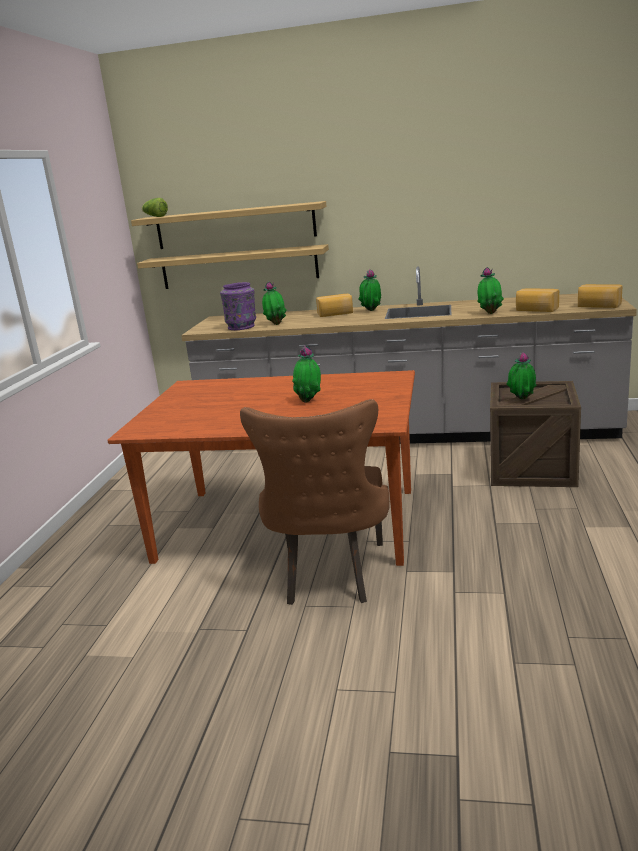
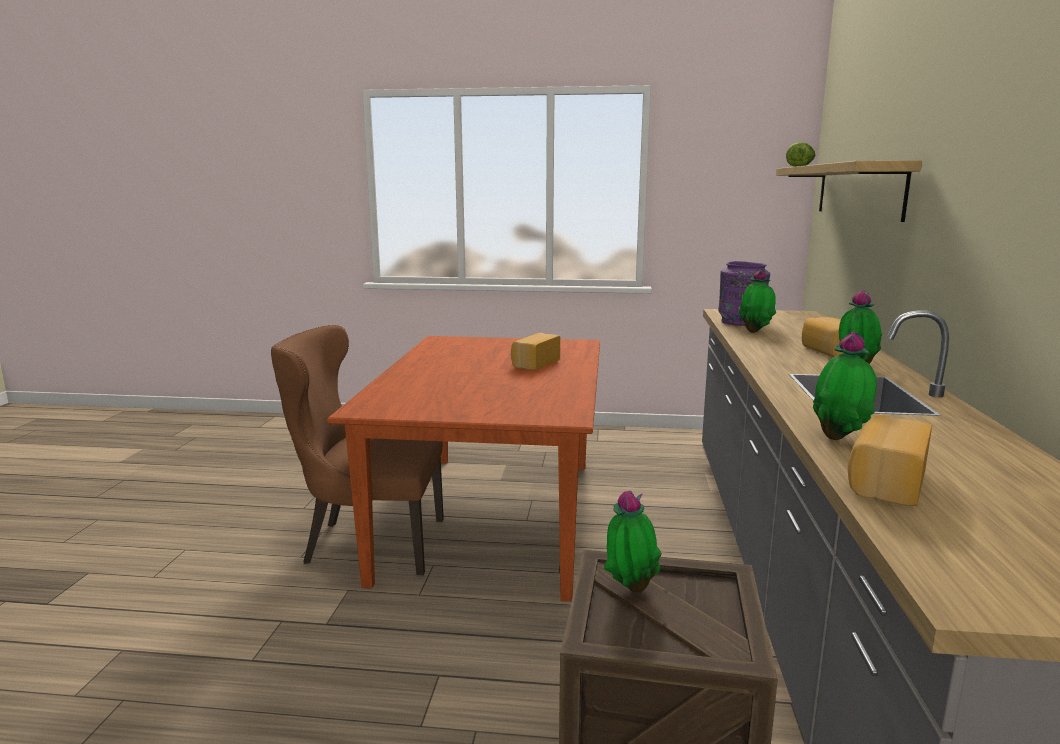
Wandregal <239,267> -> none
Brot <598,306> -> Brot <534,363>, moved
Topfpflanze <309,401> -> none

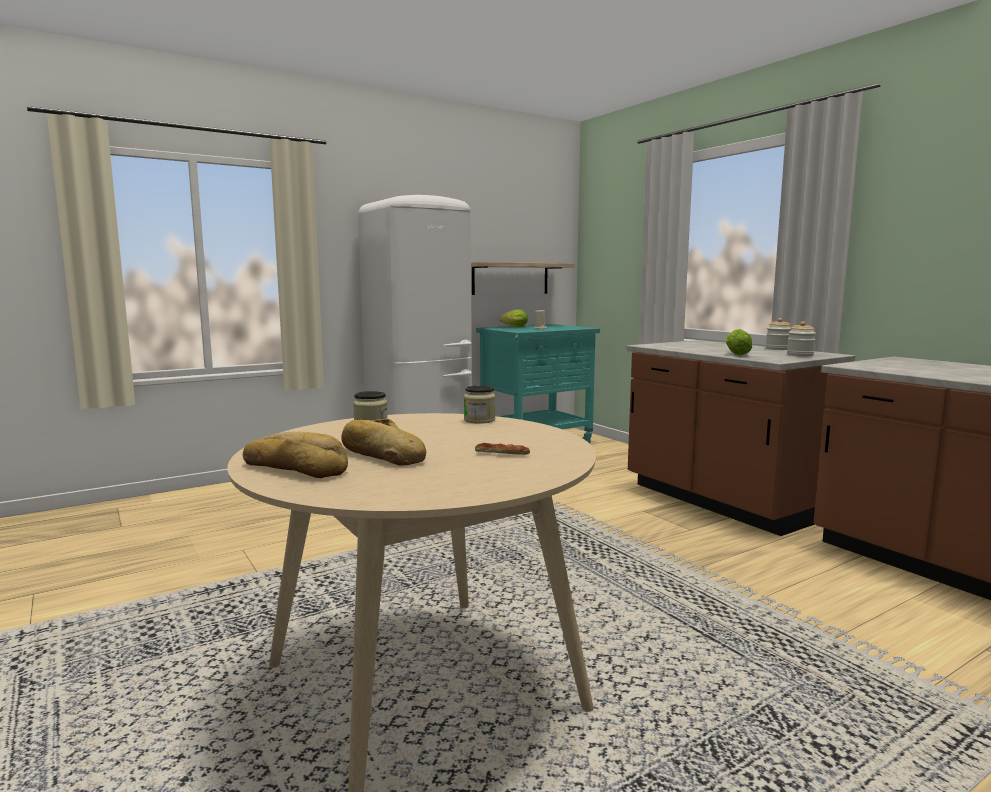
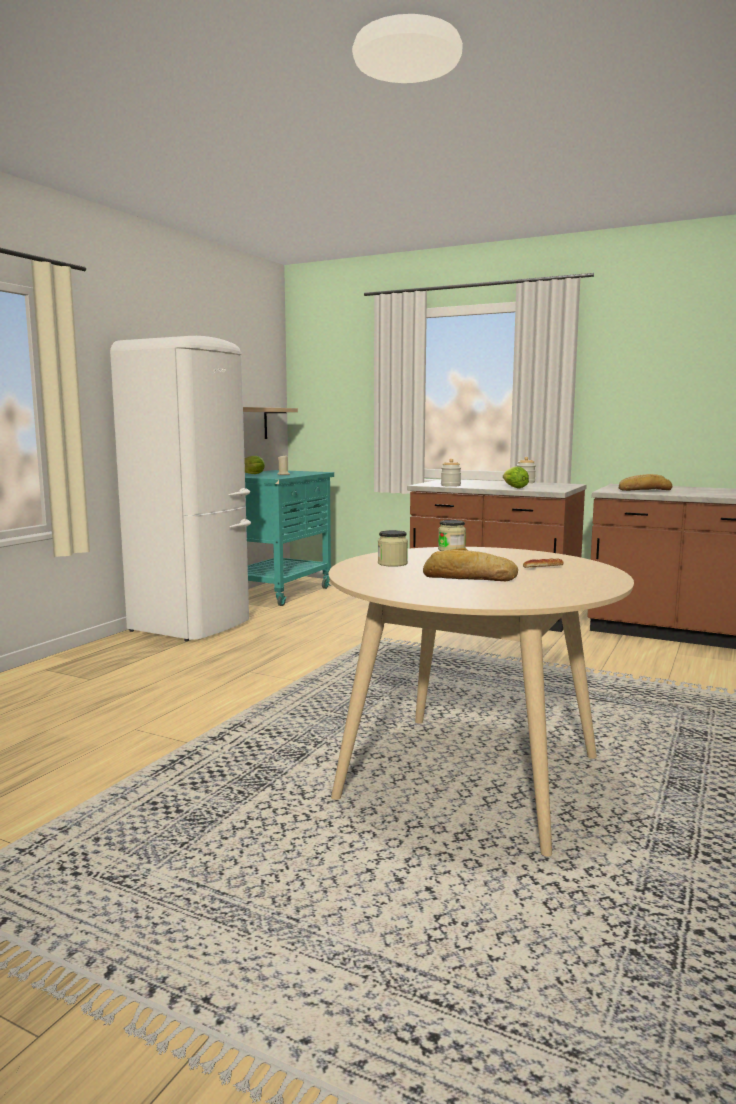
Vorratsglas <800,355> -> Vorratsglas <450,485>, moved
Brot <296,468> -> Brot <644,490>, moved

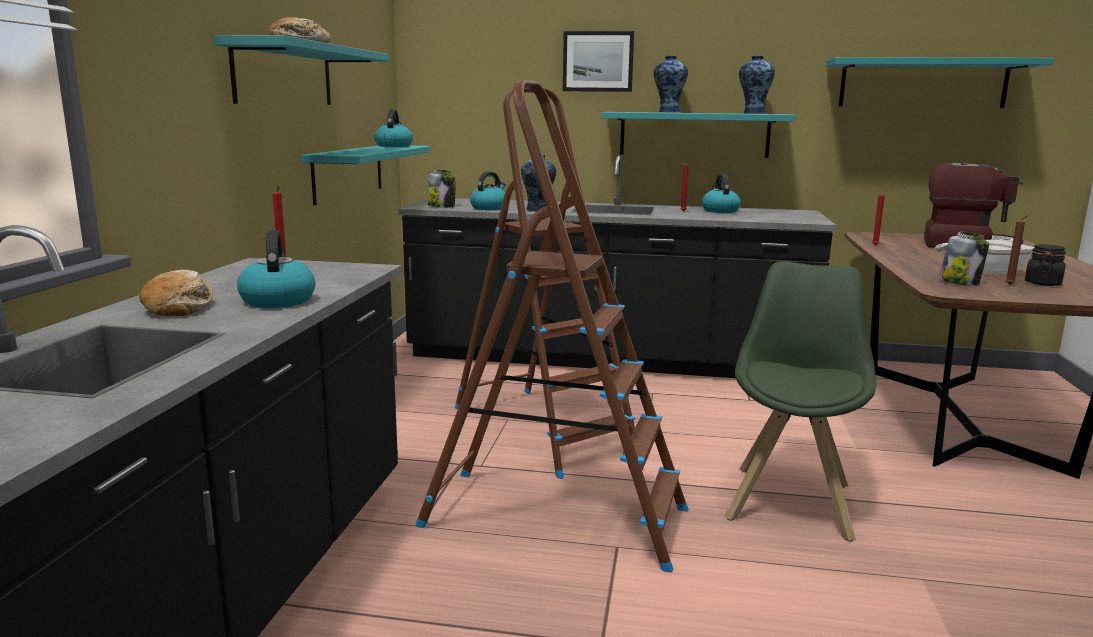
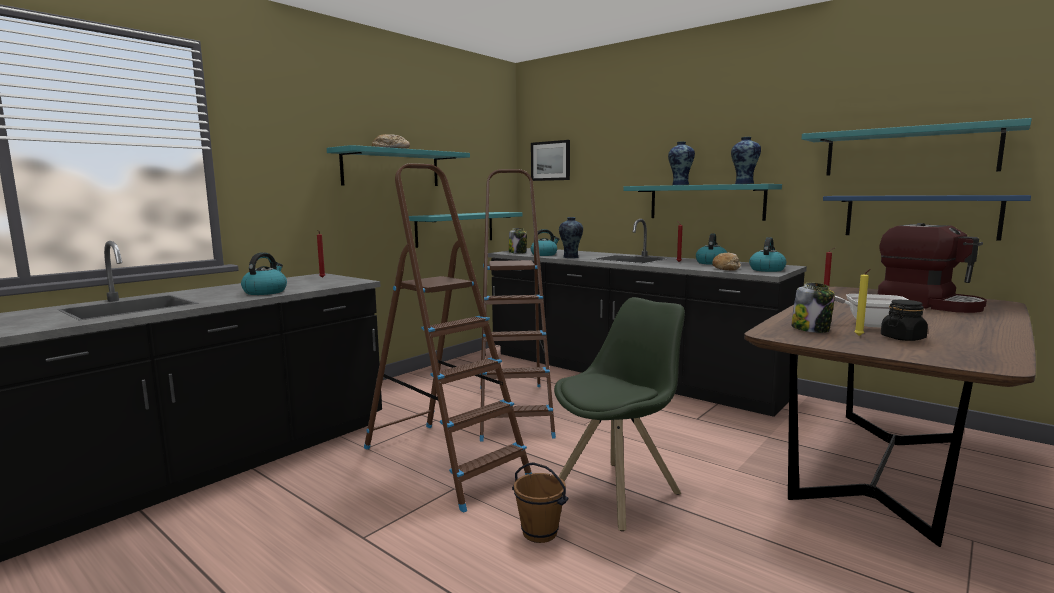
Bild <598,61> -> Bild <550,161>, moved
Wasserkessel <394,146> -> Wasserkessel <767,269>, moved
Kerze [braun] <1011,285> -> Kerze [gelb] <859,336>
Brot <180,307> -> Brot <726,268>, moved
none -> Wandregal [blau] <920,216>
none -> Eimer [braun] <539,533>

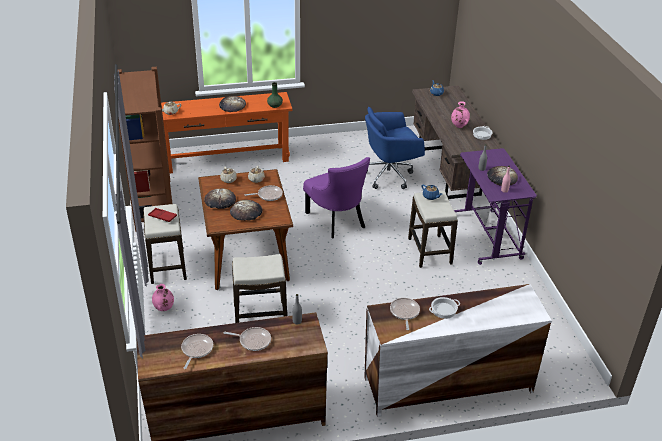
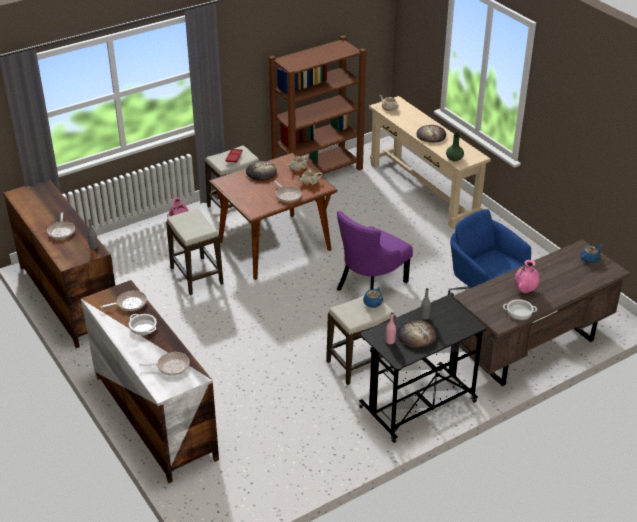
Konsolentisch [orange] <227,159> -> Konsolentisch [beige] <423,190>
Schreibtisch [lila] <486,237> -> Schreibtisch [schwarz] <417,405>
Brot <246,212> -> none
Pfanne <196,350> -> Pfanne <171,366>, moved

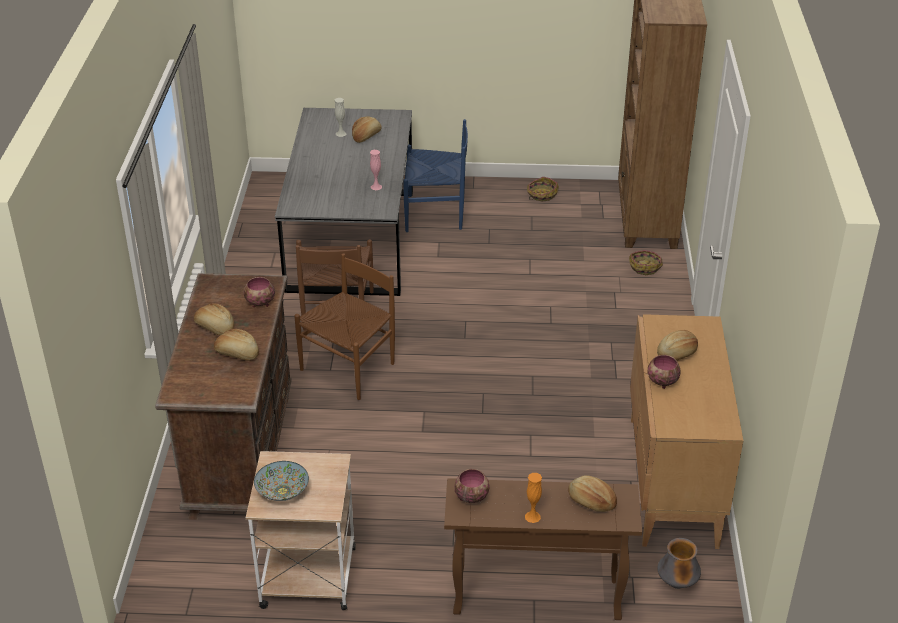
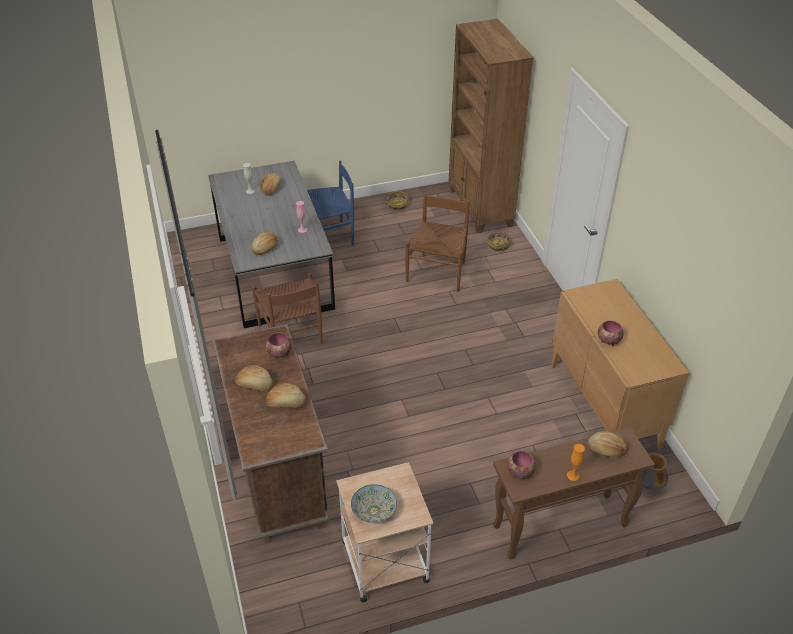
Stuhl [braun] <350,368> -> Stuhl [braun] <438,272>, moved
Brot <677,353> -> Brot <265,248>, moved

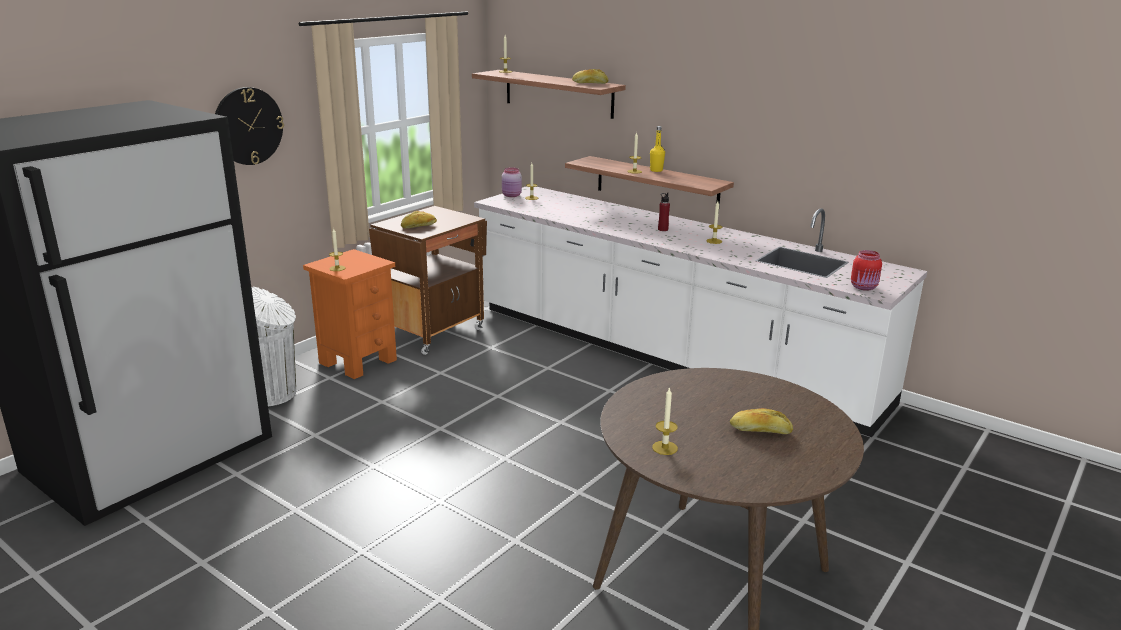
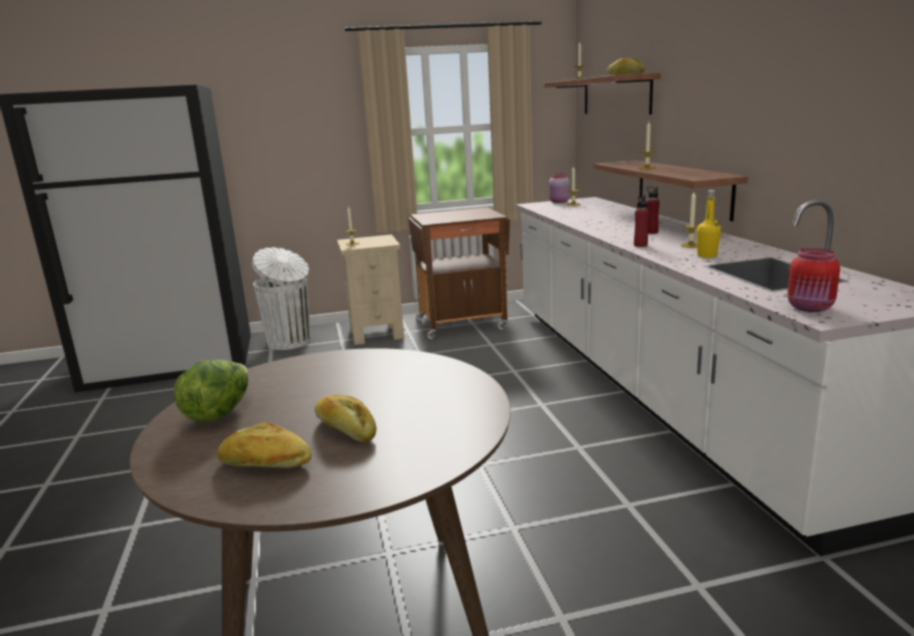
Wanduhr <248,126> -> none
Flasche [gelb] <656,170> -> Flasche [gelb] <707,256>, moved
Brot <419,226> -> Brot <265,464>, moved
Nachttisch [orange] <359,361> -> Nachttisch [beige] <377,334>
Kerze <664,448> -> Salatkopf <219,412>
none -> Flasche [rot] <640,245>

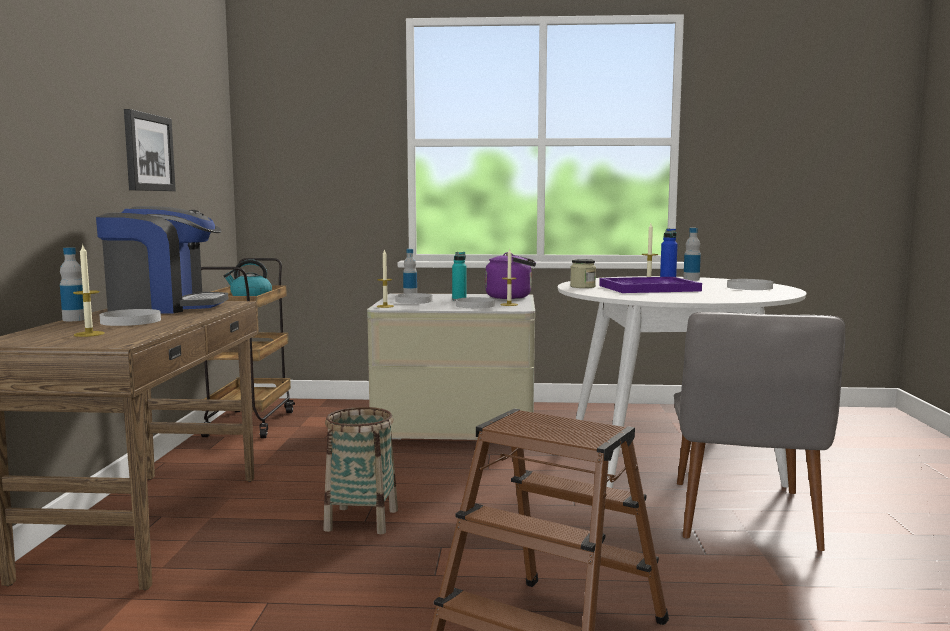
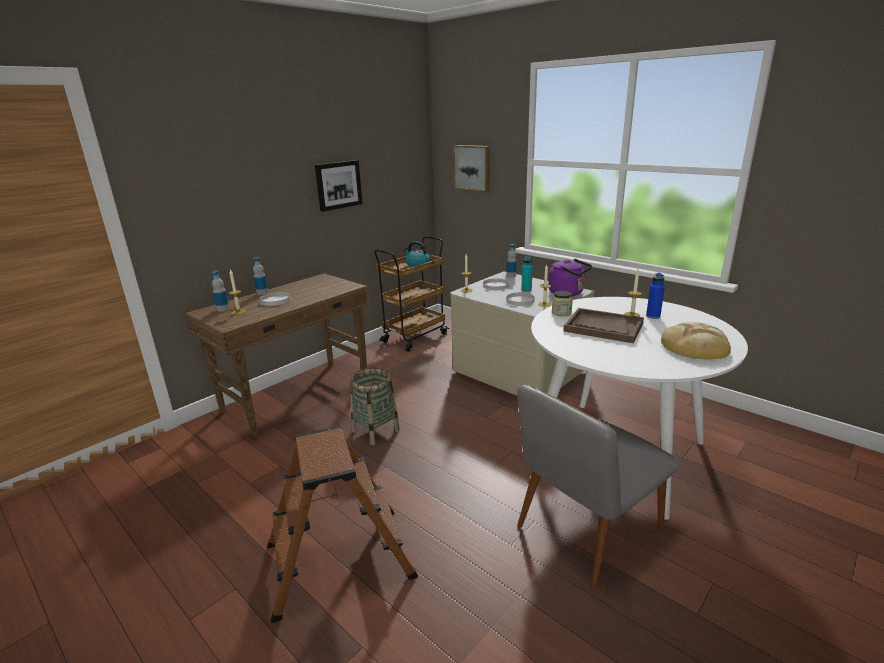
Kaffeemaschine <164,307> -> none
Flasche <691,279> -> Flasche <223,309>, moved
Tablett [lila] <648,288> -> Tablett [braun] <603,327>
Teller [weiß] <749,287> -> Brot <695,346>
none -> Bild <472,167>

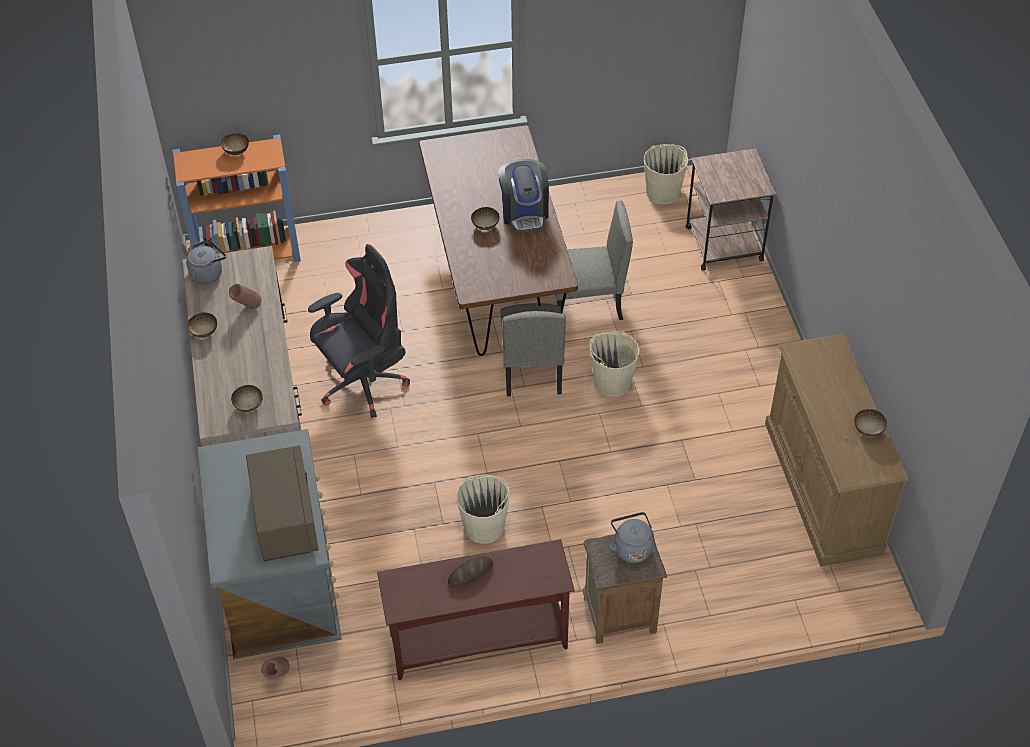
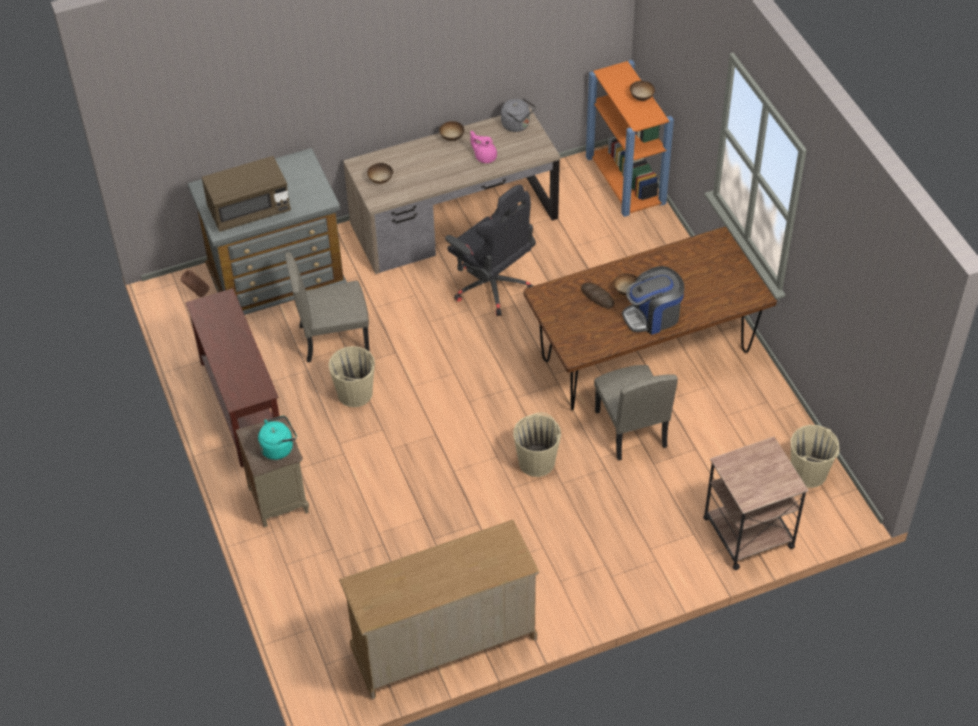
Vase [braun] <247,308> -> Teekanne [rosa] <485,157>
Stuhl [beige] <531,369> -> Stuhl [beige] <334,338>, moved
Schüssel <868,430> -> none
Wasserkessel [grau] <631,547> -> Wasserkessel [türkis] <279,447>
Brot <470,574> -> Brot <597,297>, moved

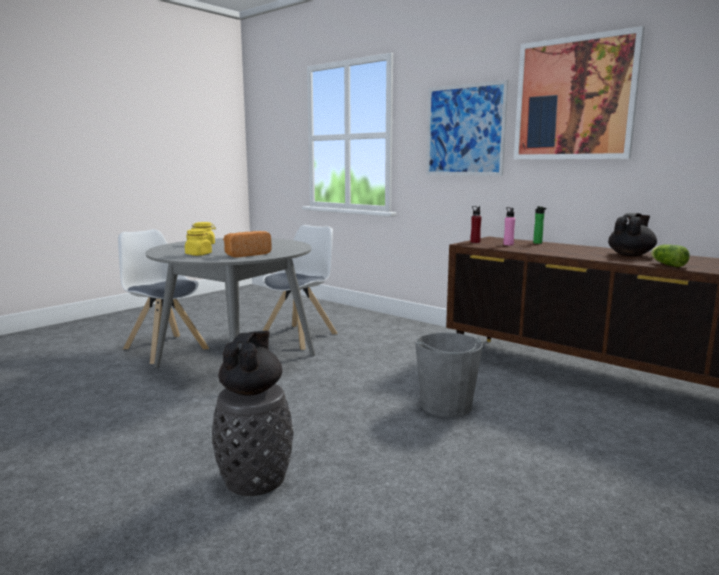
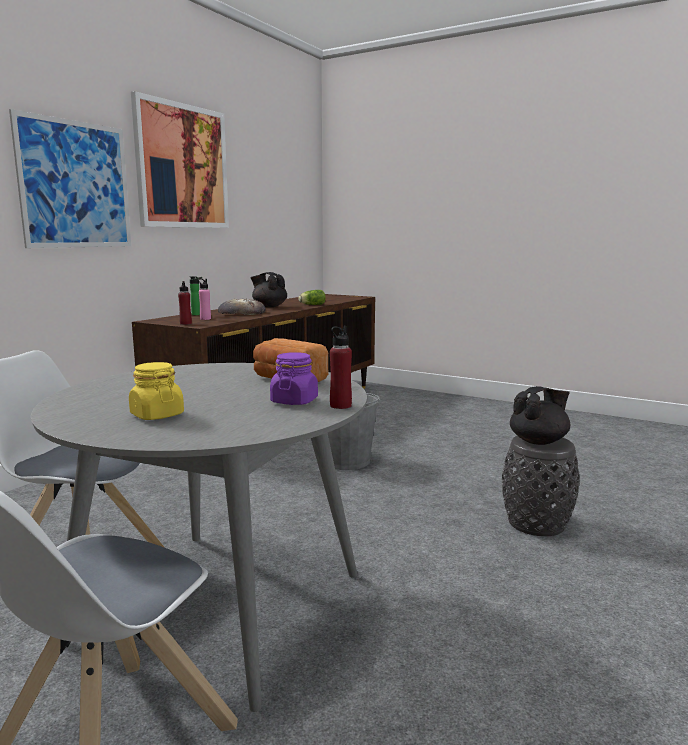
Vorratsglas [gelb] <198,254> -> Vorratsglas [lila] <294,401>
Teekanne [schwarz] <252,390> -> Teekanne [schwarz] <539,441>, 150 degrees clockwise
none -> Brot <241,312>
none -> Flasche [rot] <340,406>

